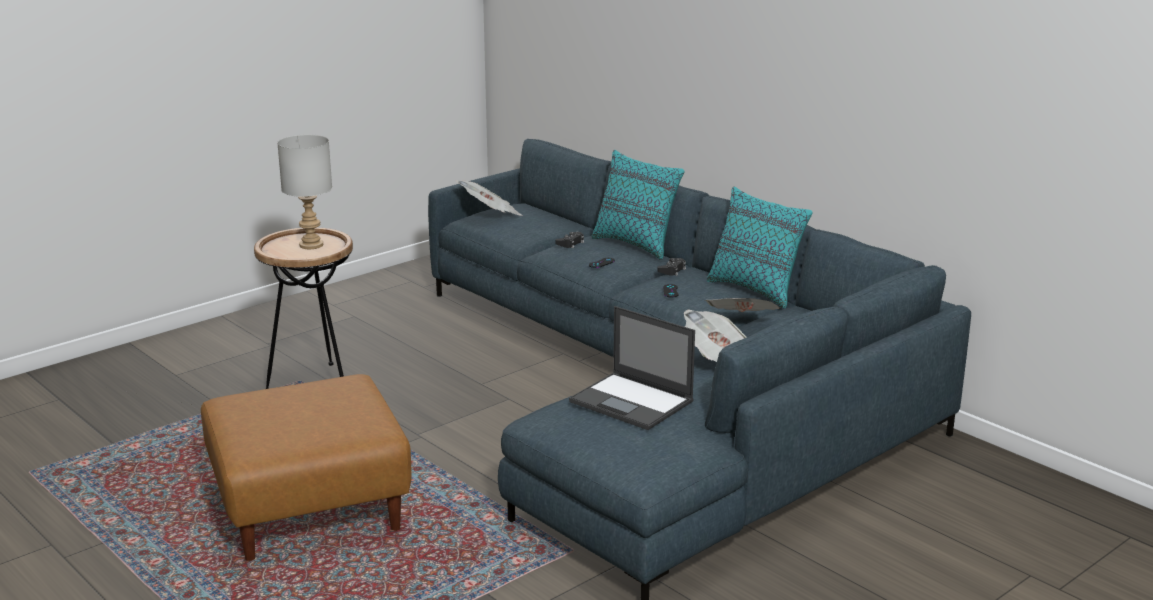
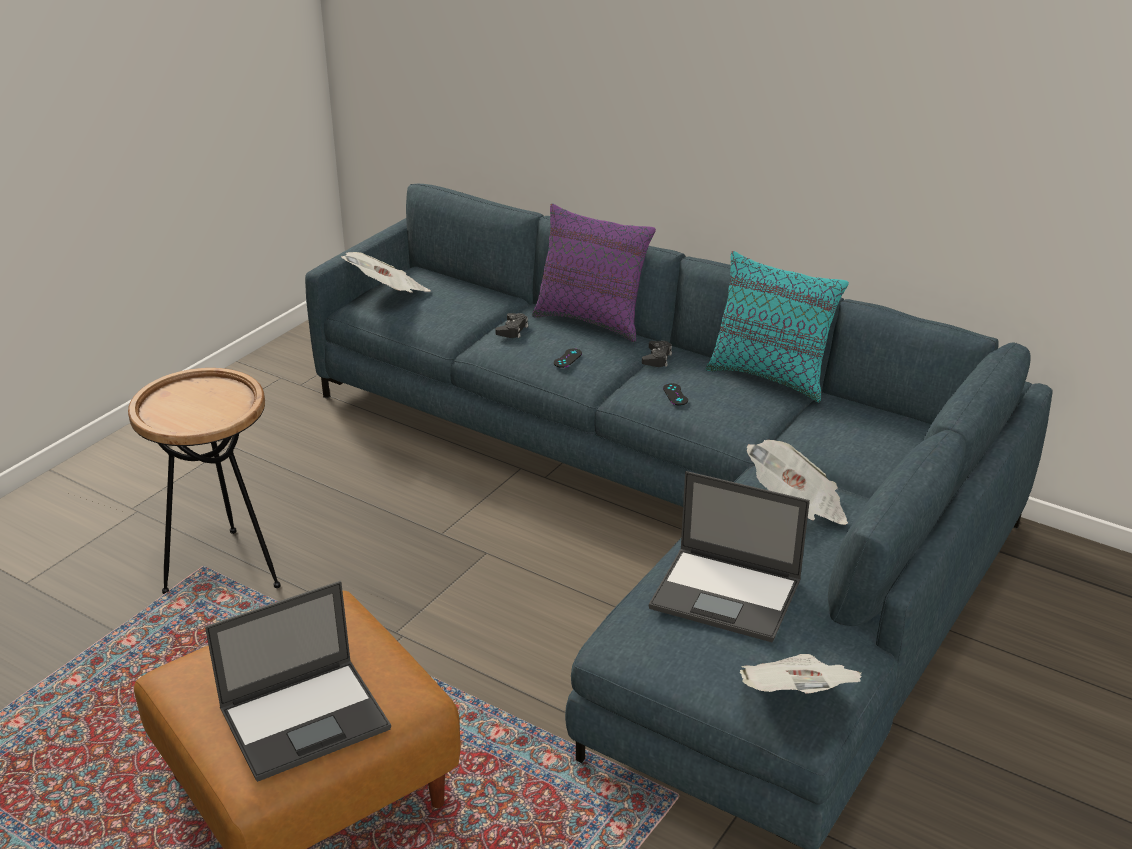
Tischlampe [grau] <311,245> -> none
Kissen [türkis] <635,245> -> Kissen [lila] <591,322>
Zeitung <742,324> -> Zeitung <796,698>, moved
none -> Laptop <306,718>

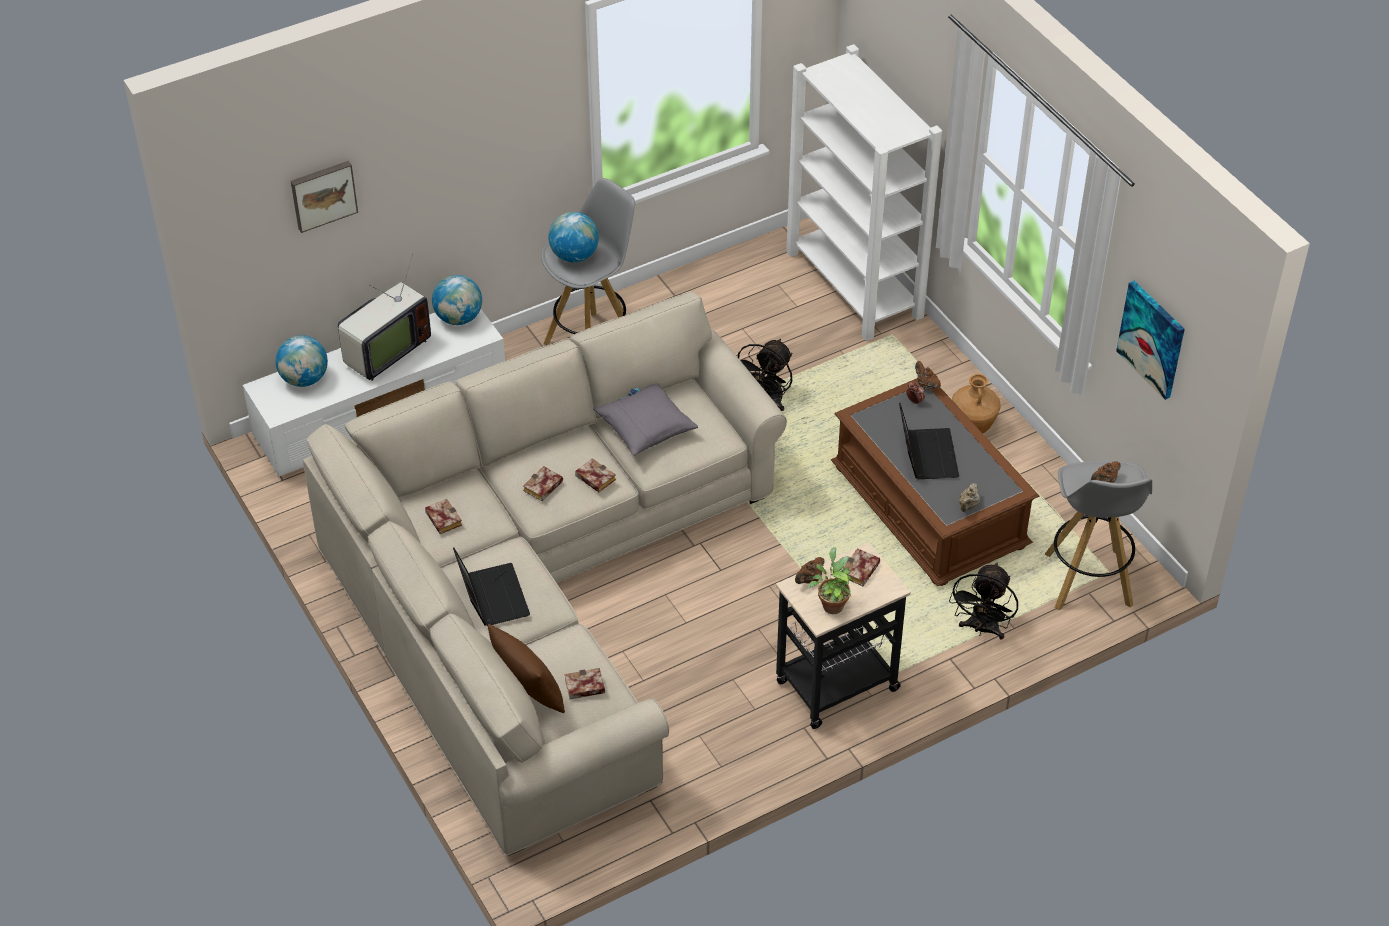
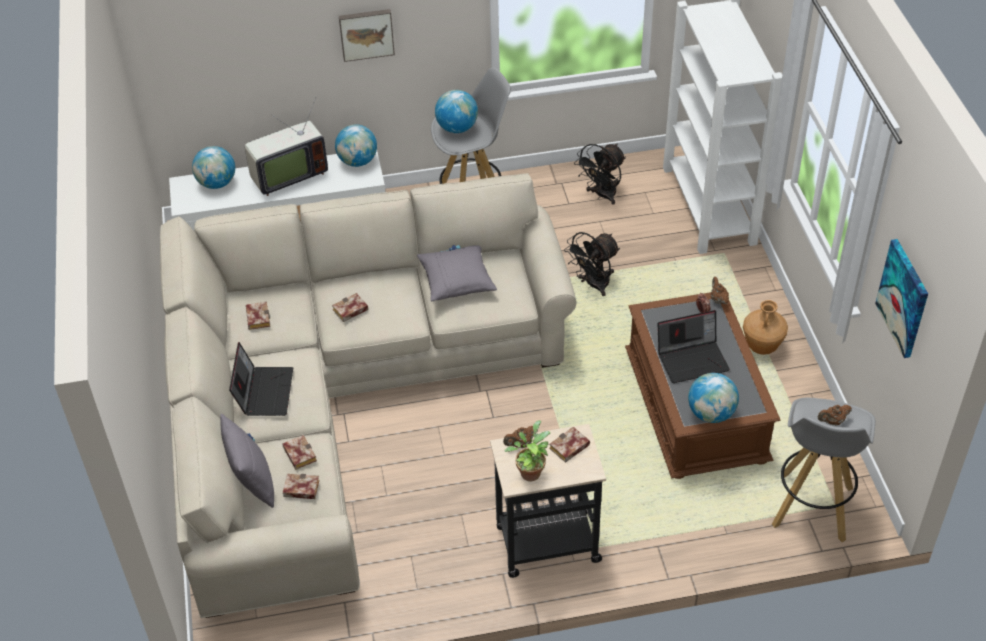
Bild <323,194> -> Bild <366,33>, moved
Laptop <926,454> -> Laptop <692,359>, 60 degrees clockwise
Buch <593,478> -> Buch <298,454>, moved
Teekanne [beige] <968,506> -> Globus <711,413>
Ventilator [schwarz] <982,629> -> Ventilator [schwarz] <602,195>, moved
Kissen [braun] <529,694> -> Kissen [grau] <252,483>

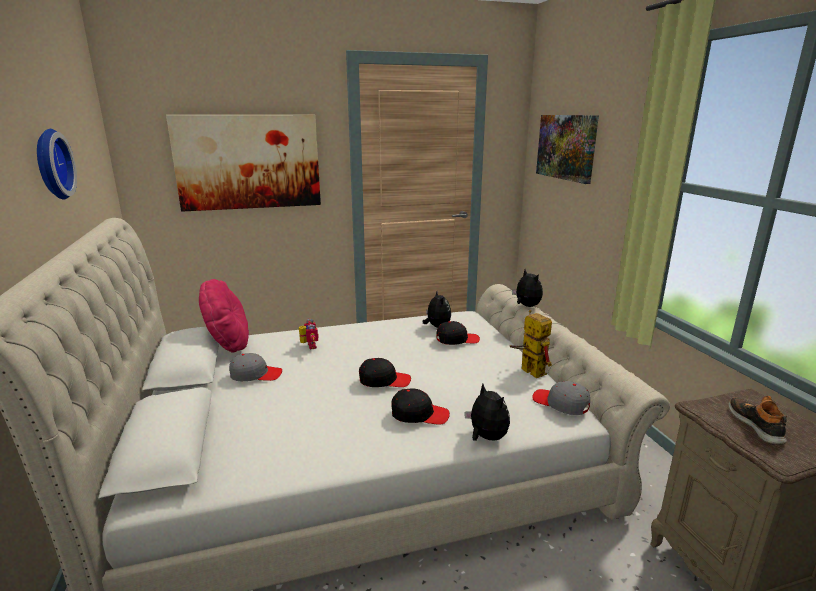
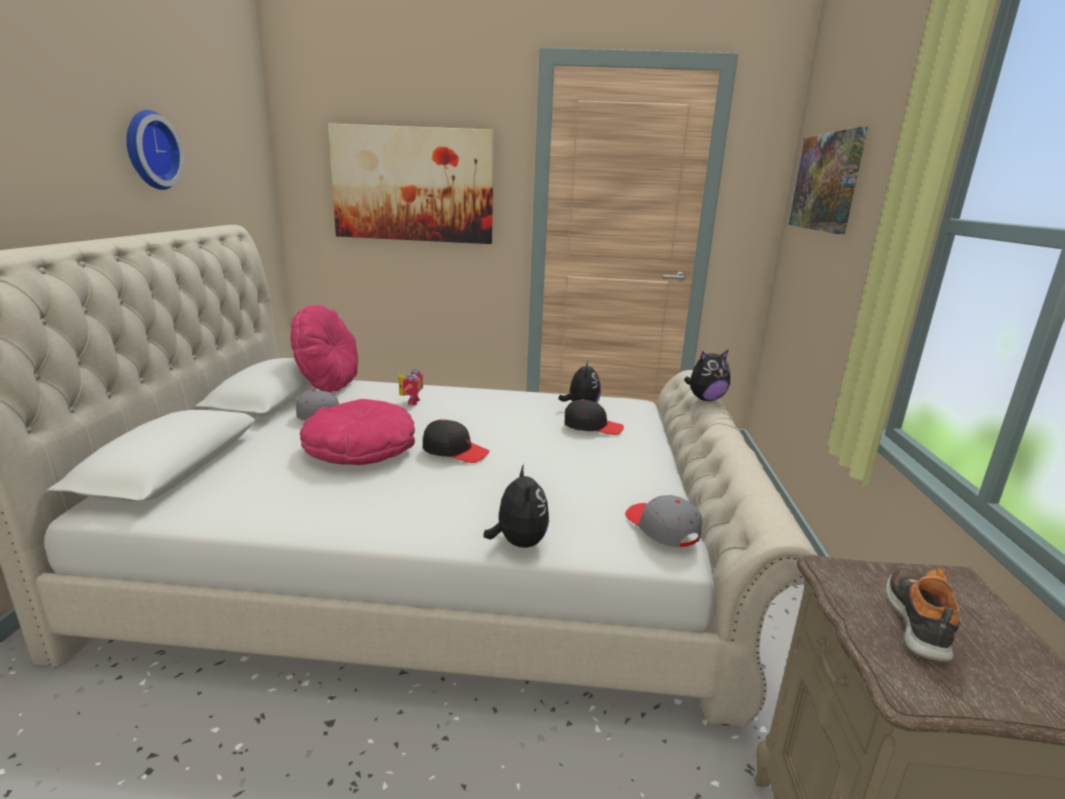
Plüschtier <526,306> -> Plüschtier <705,399>, 75 degrees clockwise
Spielzeugroboter <527,370> -> none
Kappe [schwarz] <419,414> -> none
none -> Kissen [rosa] <359,449>

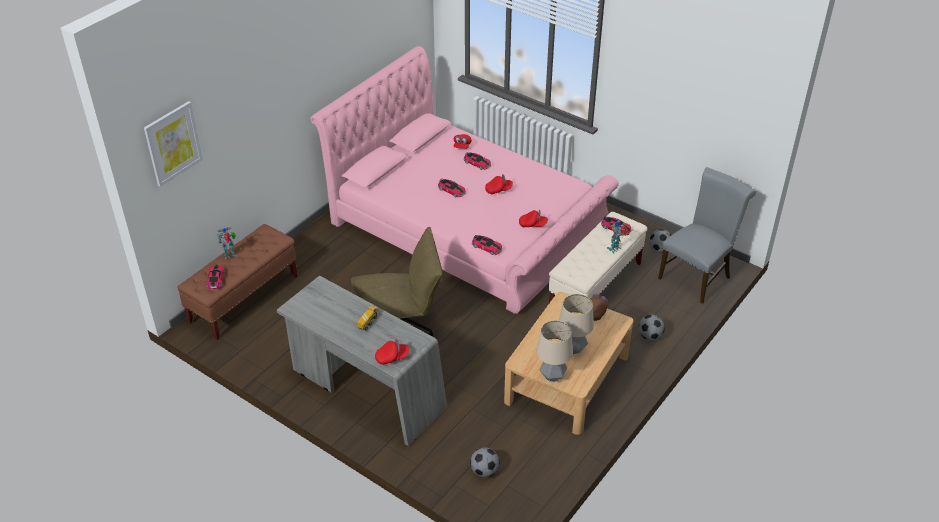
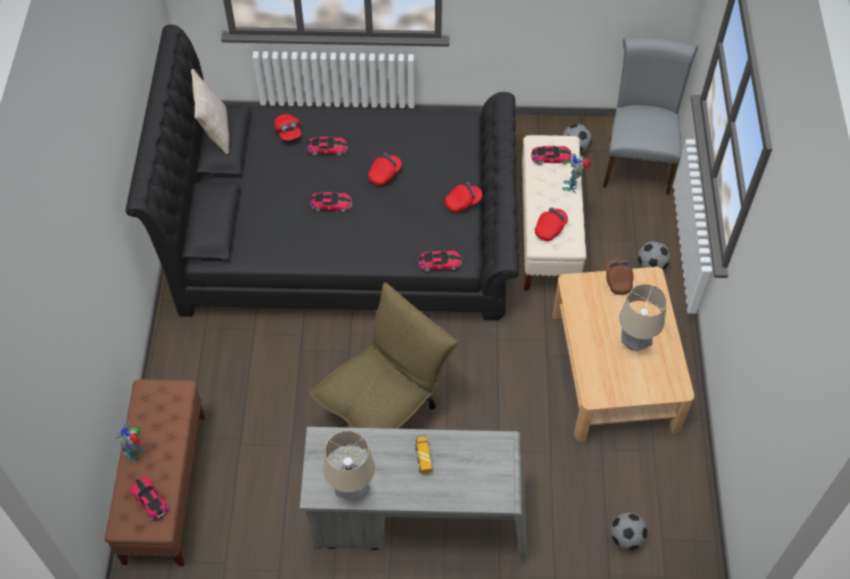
Bett [rosa] <466,225> -> Bett [schwarz] <344,228>
Bild <173,143> -> none
Tischlampe <552,376> -> Tischlampe <351,489>, moved
Kappe [rot] <392,357> -> Kappe [rot] <550,228>, moved
none -> Kissen [beige] <215,131>

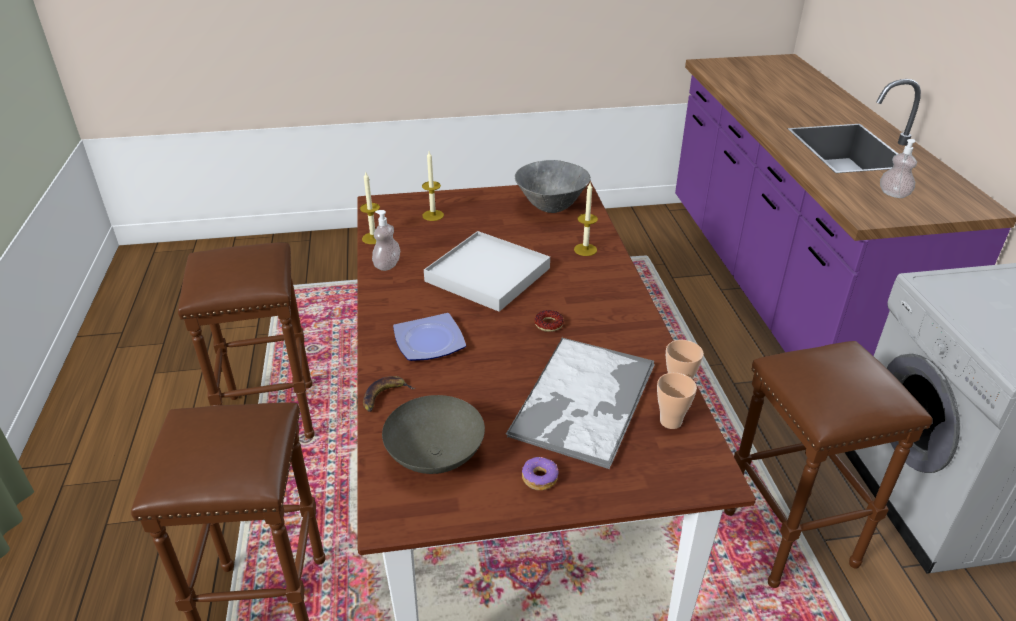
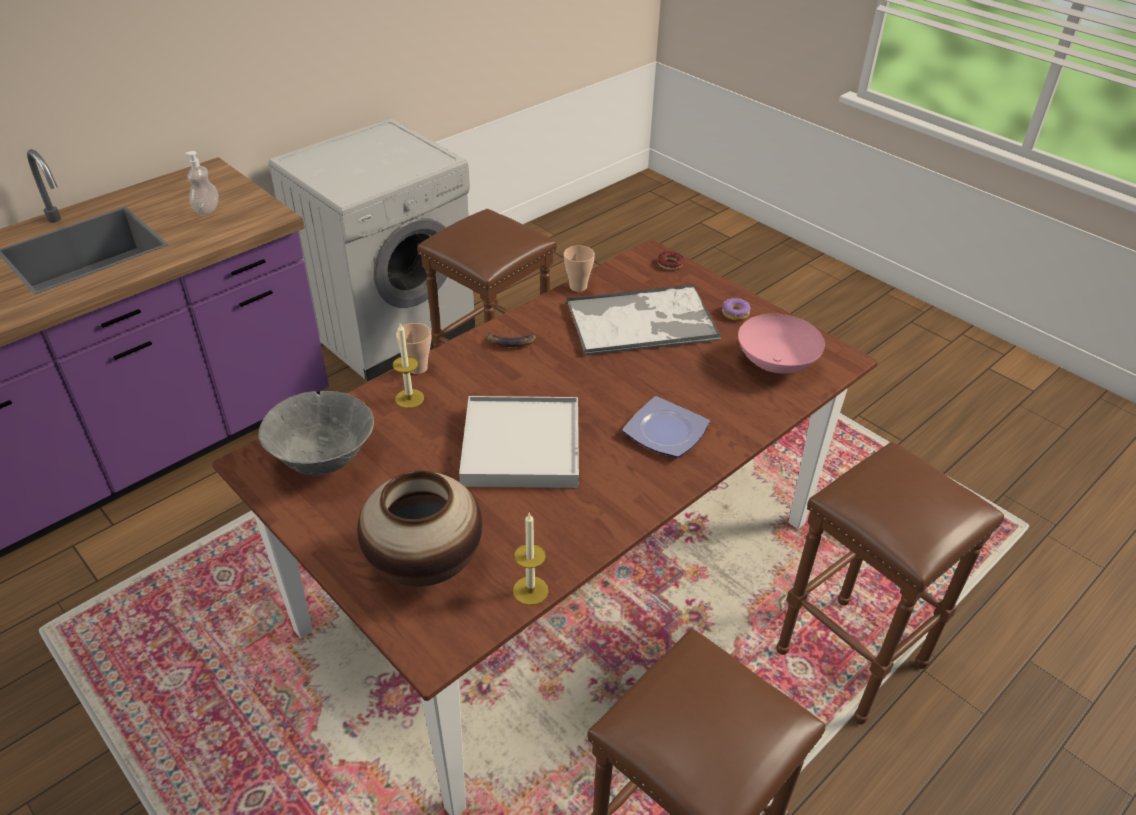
Kerze <433,215> -> Vase <424,564>
Seifenspender <387,265> -> none
Donut <548,324> -> Donut <670,264>, moved
Tasse <670,421> -> Tasse <417,368>, moved
Banane <384,396> -> Banane <510,342>, moved
Schüssel [grau] <436,457> -> Schüssel [rosa] <776,363>

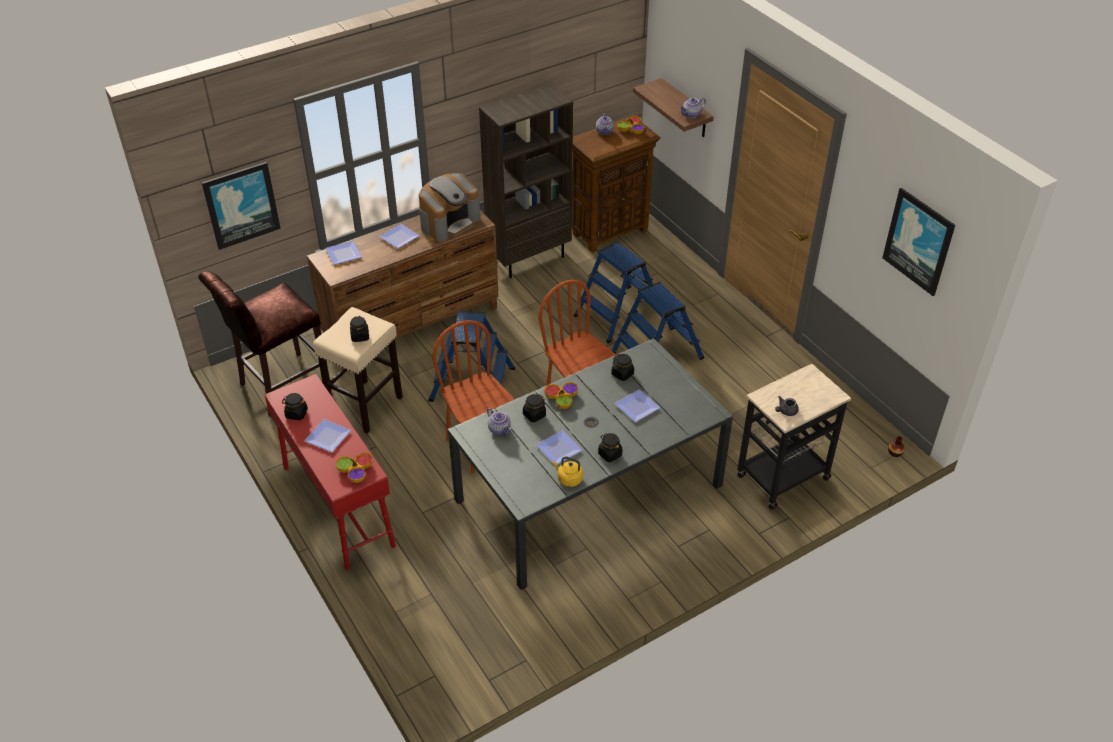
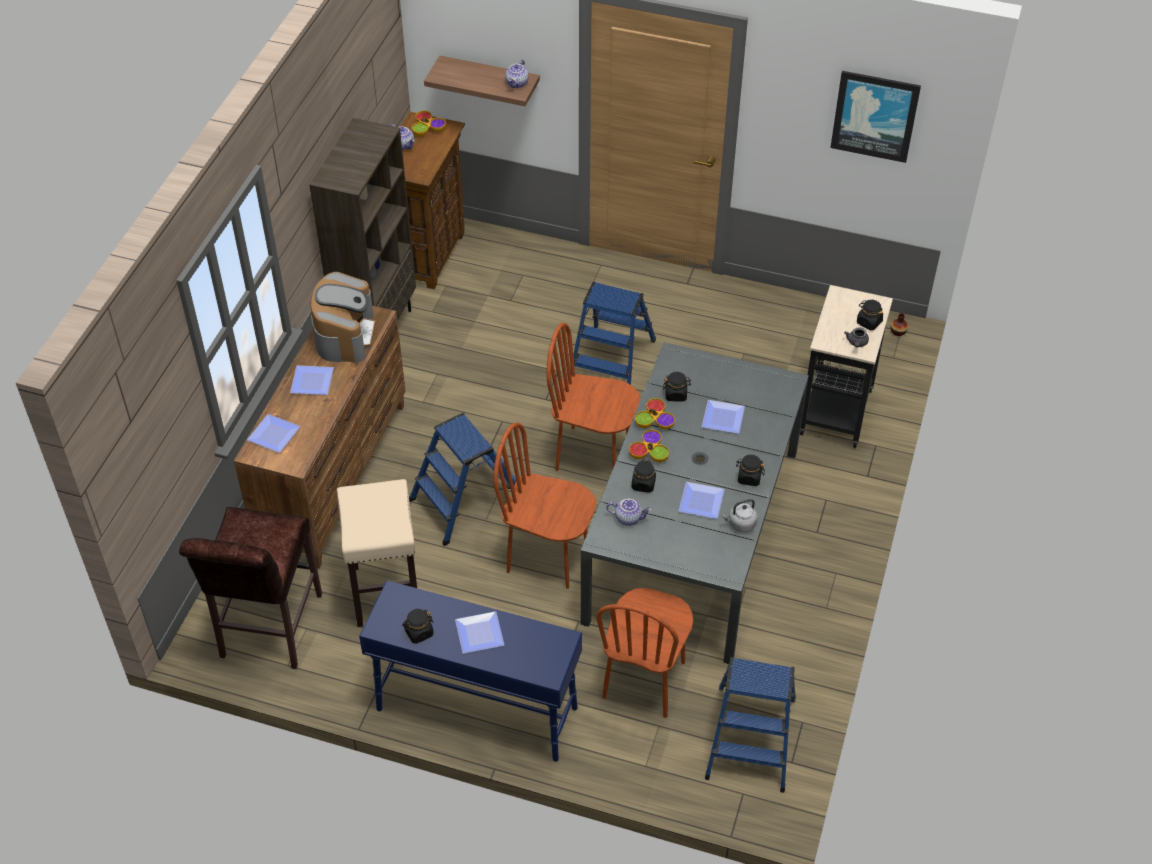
Bild <241,205> -> none
Trittleiter [blau] <619,314> -> Trittleiter [blau] <751,736>, moved
Vorratsglas [schwarz] <360,336> -> Vorratsglas [schwarz] <868,322>, moved
Konsolentisch [rot] <339,506> -> Konsolentisch [blau] <477,707>
Schüssel <356,471> -> Schüssel <654,420>, moved
Wasserkessel [gelb] <568,479> -> Wasserkessel [grau] <740,524>
none -> Stuhl [braun] <644,680>

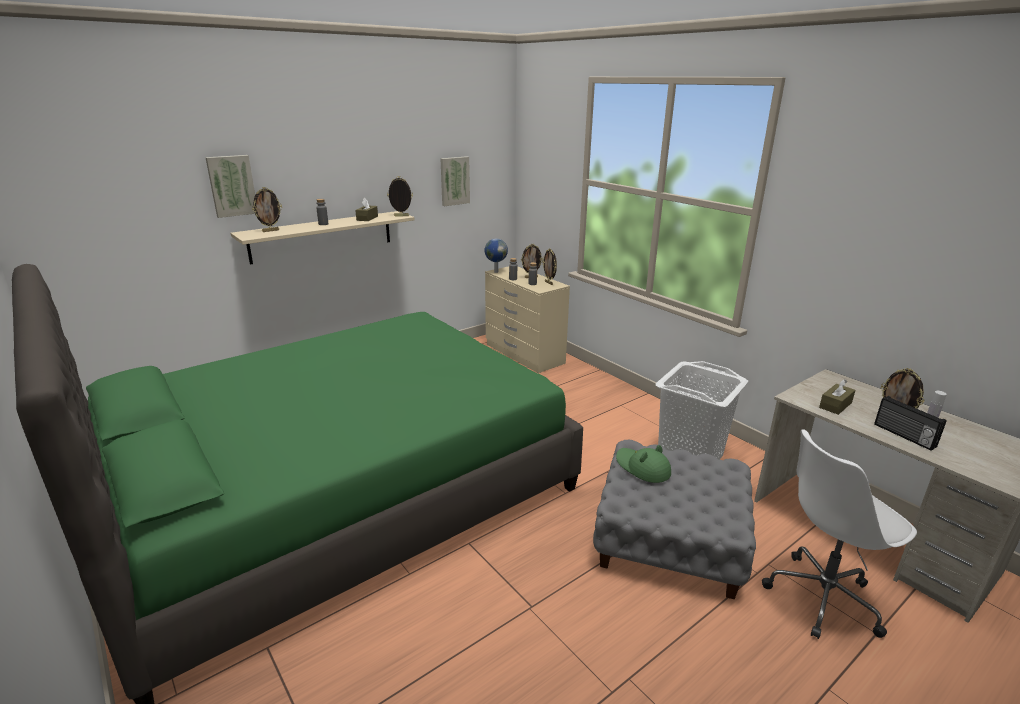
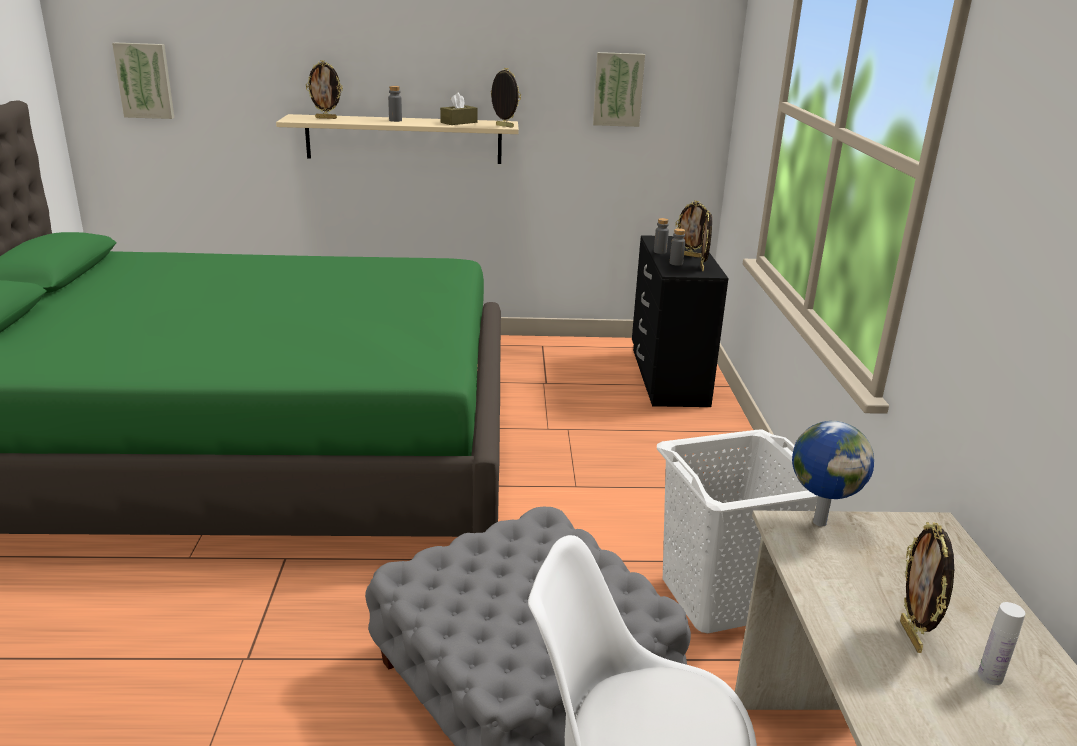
Bild <232,185> -> Bild <145,80>, moved
Globus <495,272> -> Globus <819,521>, moved
Kommode [beige] <524,354> -> Kommode [schwarz] <667,377>
Taschentuchbox [braun] <835,405> -> none
Radio <903,436> -> none
Hut [grün] <642,468> -> none

